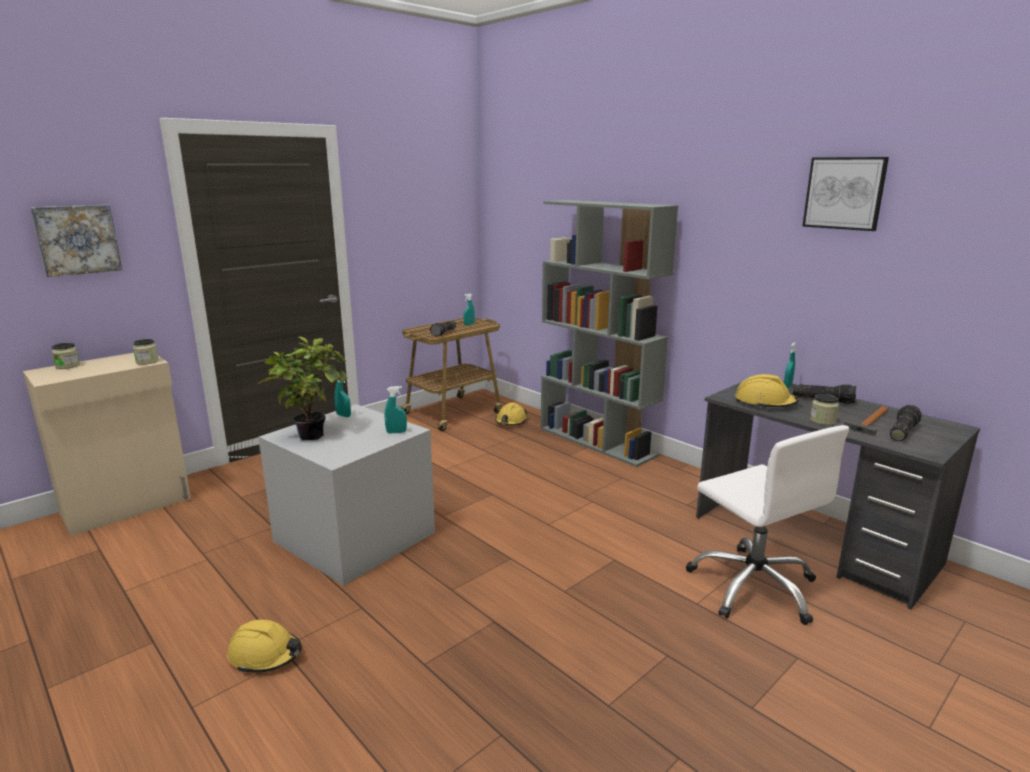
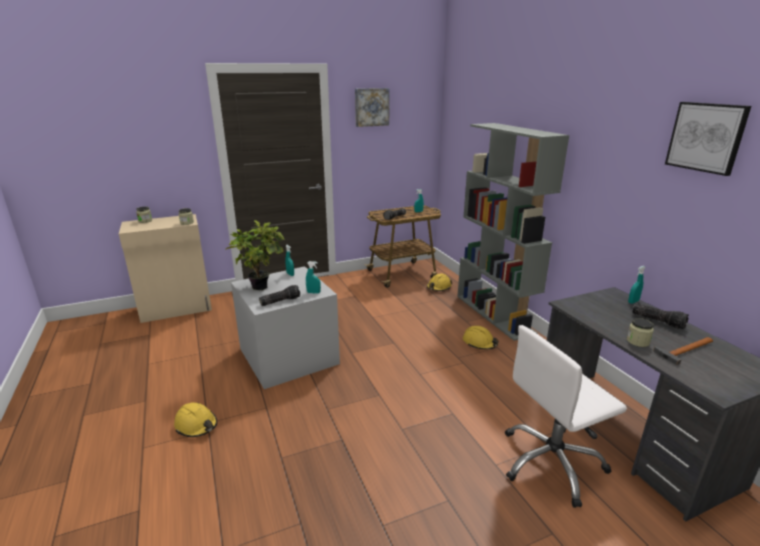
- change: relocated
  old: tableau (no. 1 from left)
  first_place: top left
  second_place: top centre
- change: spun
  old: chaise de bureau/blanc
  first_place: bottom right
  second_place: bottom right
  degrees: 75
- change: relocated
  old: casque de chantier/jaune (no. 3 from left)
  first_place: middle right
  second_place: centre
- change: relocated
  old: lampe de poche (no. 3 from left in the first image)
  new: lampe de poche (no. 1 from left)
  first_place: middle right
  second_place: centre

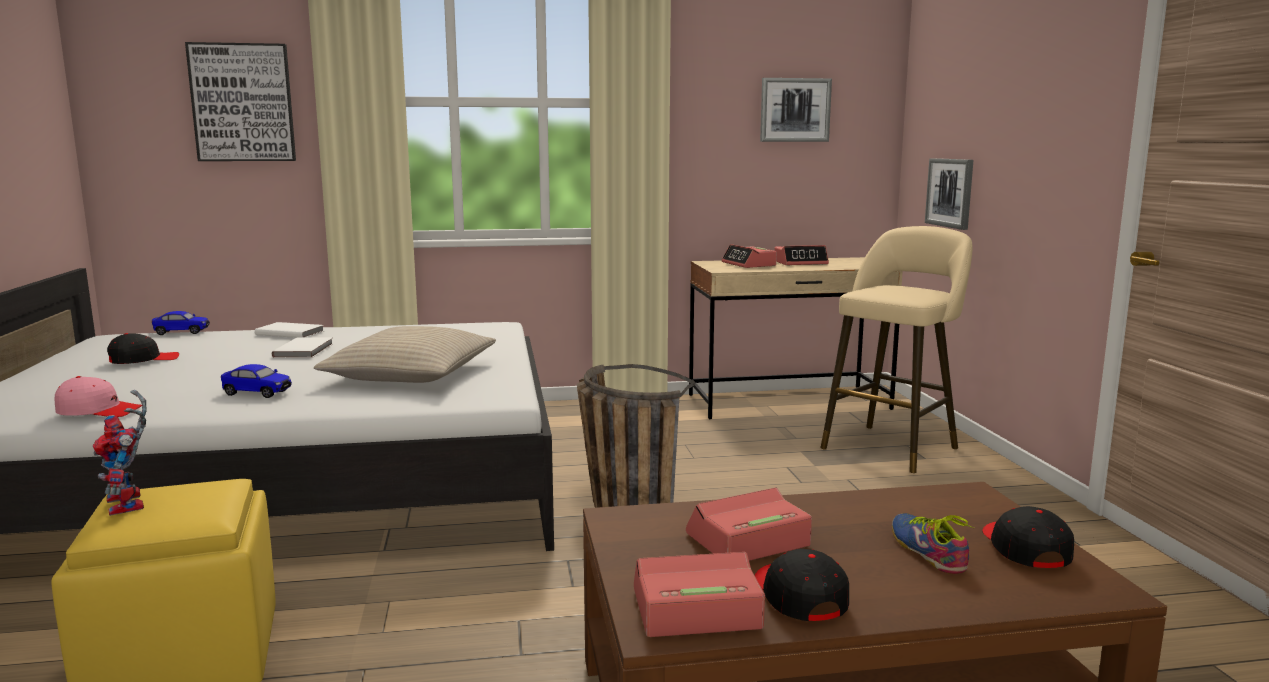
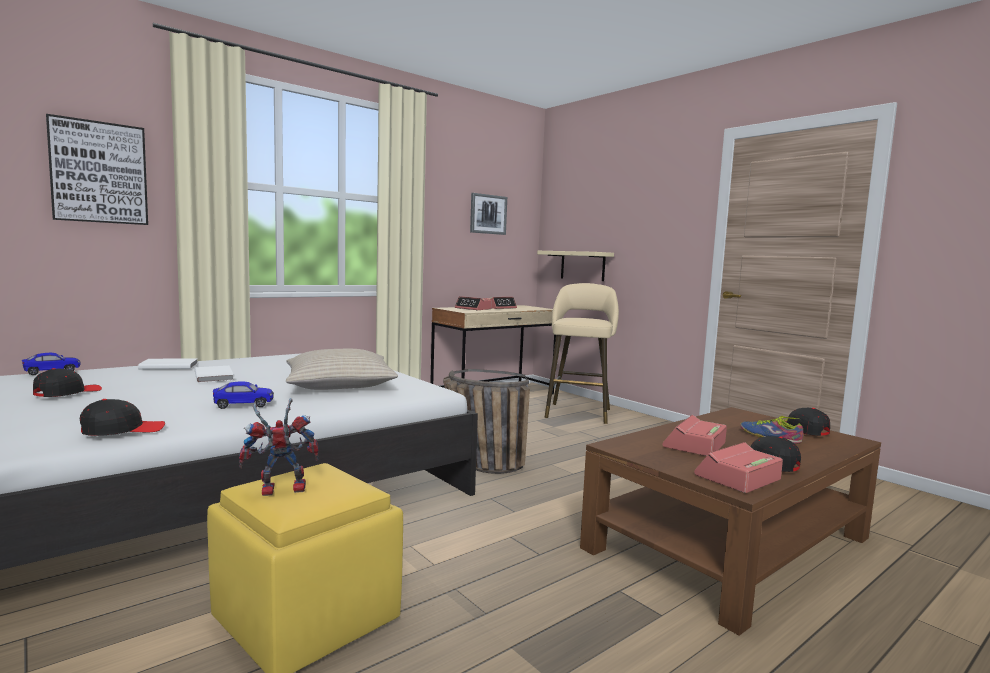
- change: colour
  old: casquette/rose
  new: casquette/noir (no. 2 from left)
  first_place: middle left
  second_place: middle left
- change: spun
  old: robot jouet
  first_place: middle left
  second_place: middle left
  degrees: 135
- change: exchanged
  old: tableau (no. 3 from left)
  new: étagère/beige
  first_place: top right
  second_place: centre

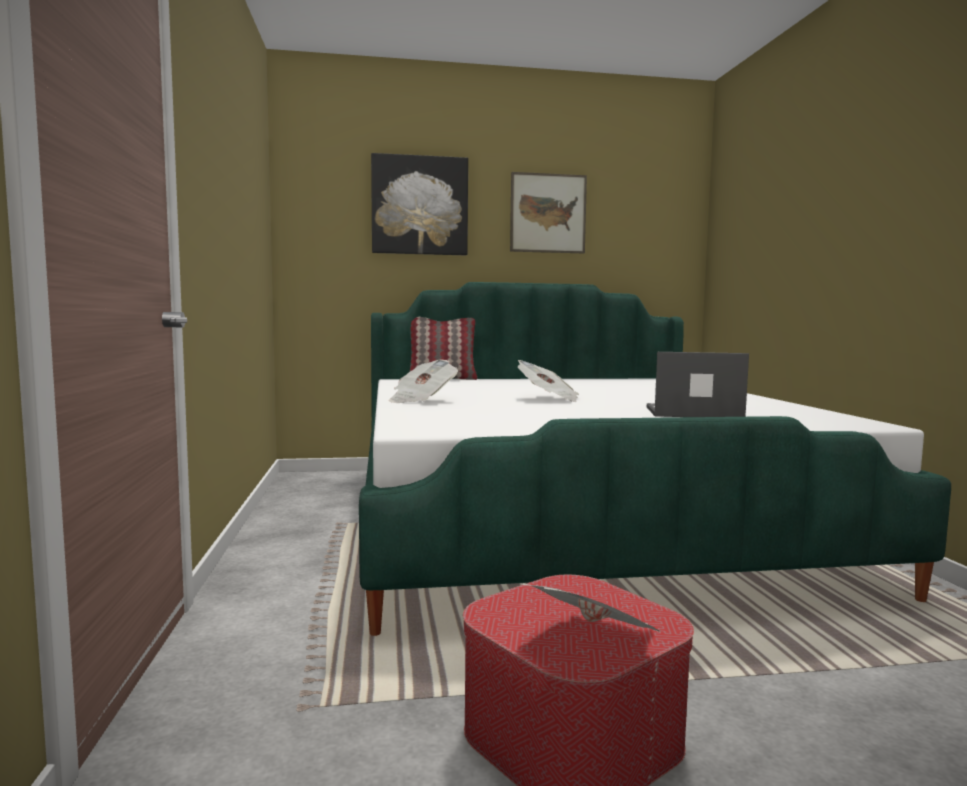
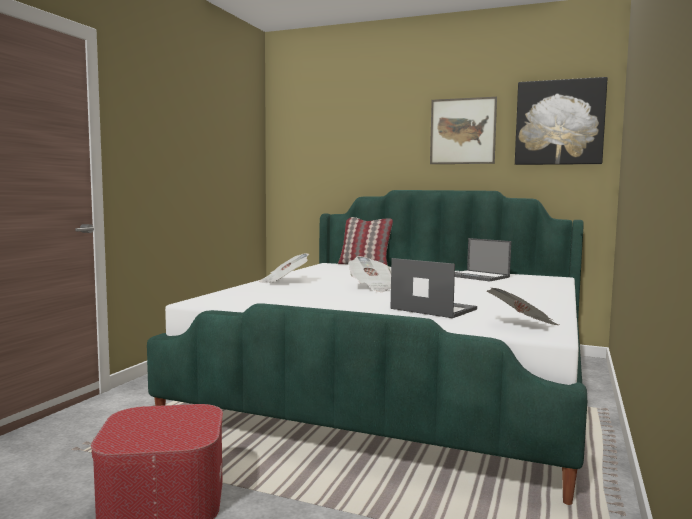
- change: relocated
  old: tableau (no. 1 from left in the first image)
  new: tableau (no. 2 from left)
  first_place: top centre
  second_place: top right
- change: relocated
  old: journal (no. 3 from left)
  first_place: bottom centre
  second_place: middle right
- change: appeared
  new: ordinateur portable (no. 2 from left)
  second_place: middle right

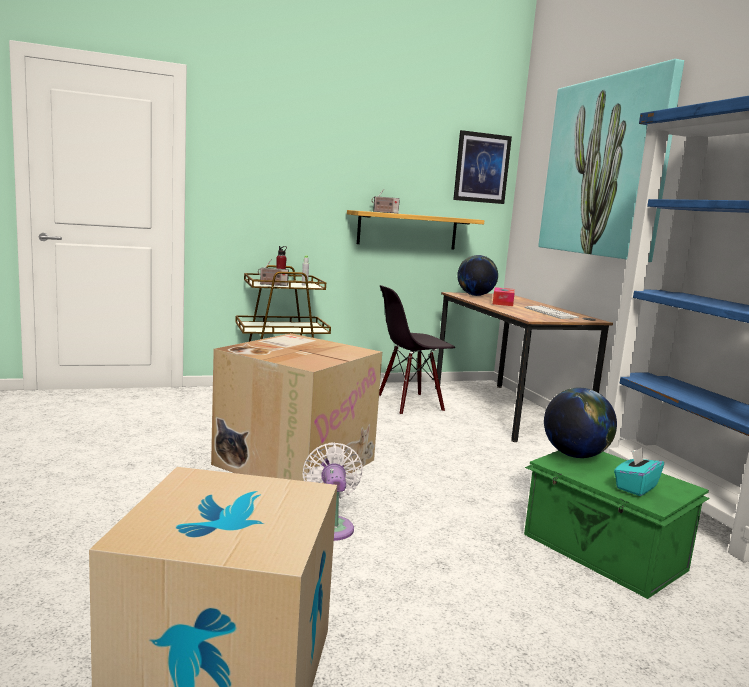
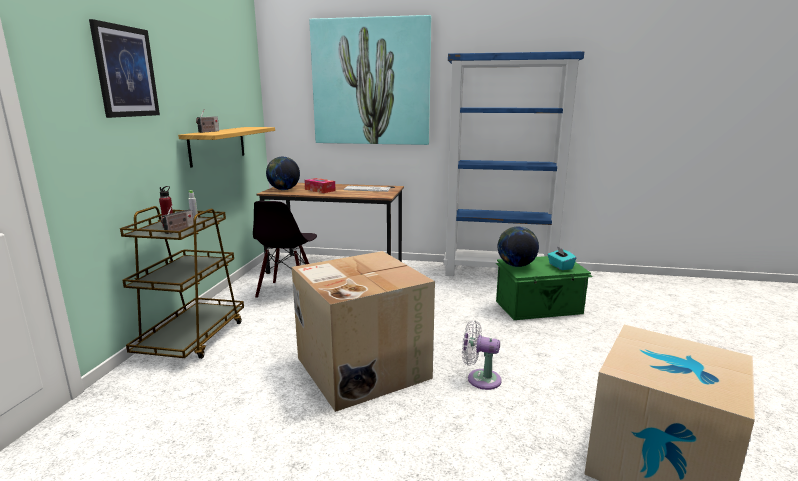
- change: relocated
  old: tableau (no. 1 from left)
  first_place: top centre
  second_place: top left

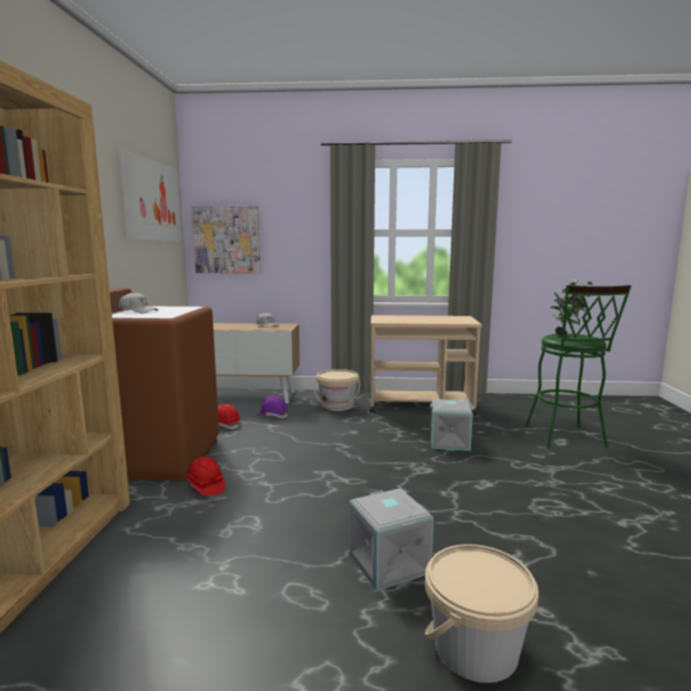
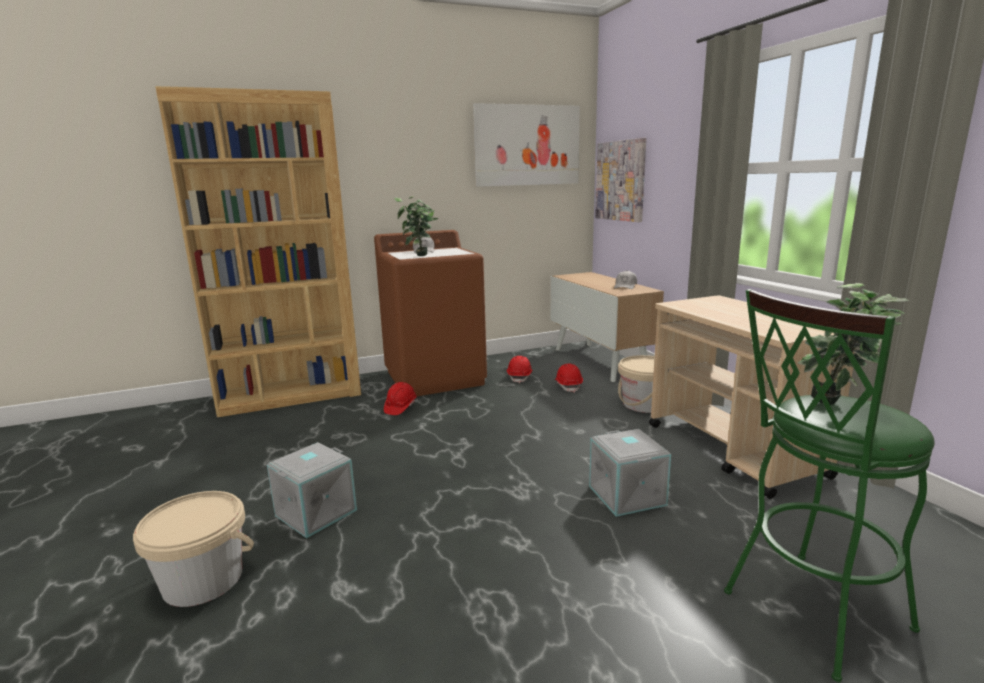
- change: colour
  old: casque de chantier/violet
  new: casque de chantier/rouge (no. 3 from left)
  first_place: centre
  second_place: centre
- change: appeared
  new: plante en pot (no. 1 from left)
  second_place: top centre

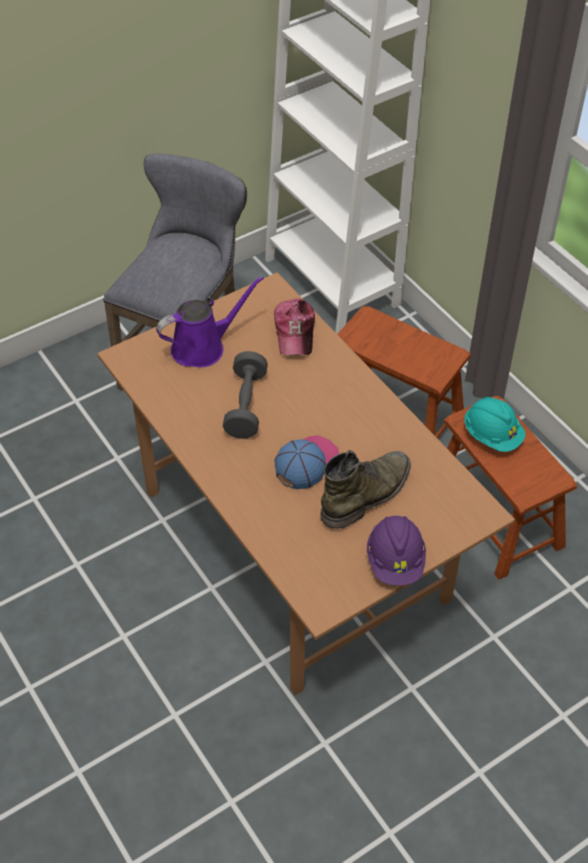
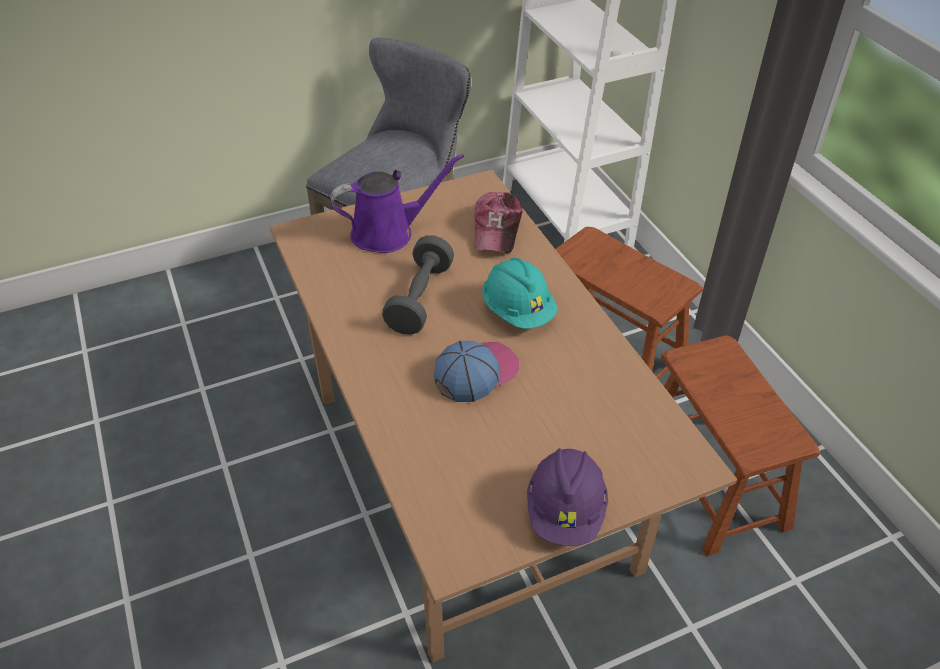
- change: missing
  old: botte/vert
  first_place: centre
- change: relocated
  old: casque de chantier/turquoise
  first_place: middle right
  second_place: centre

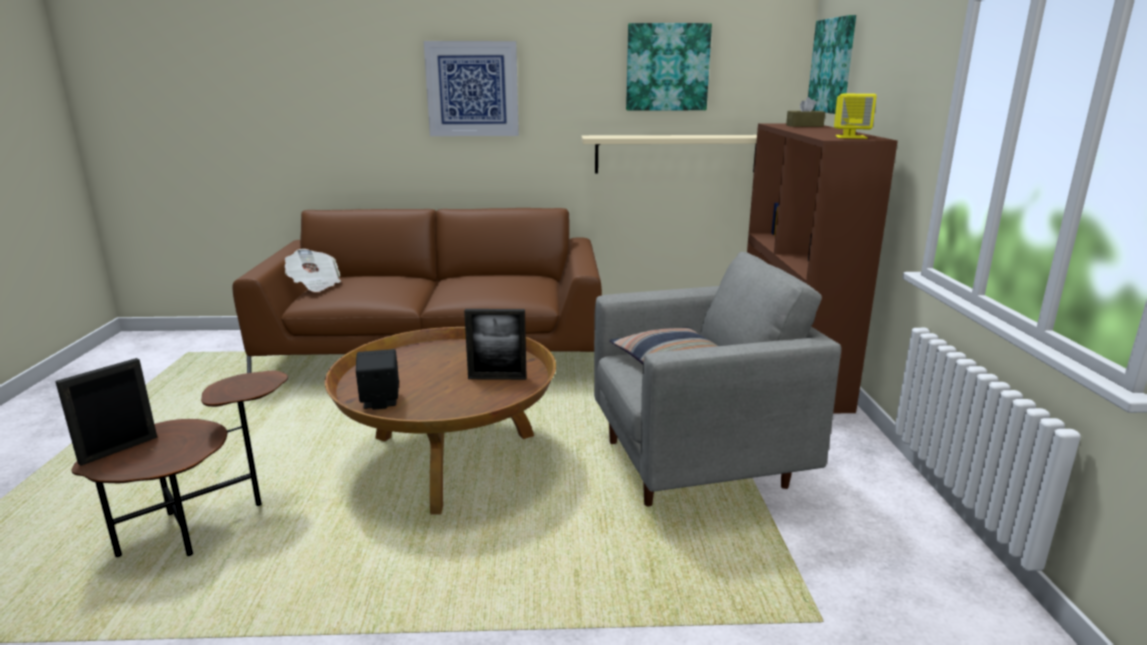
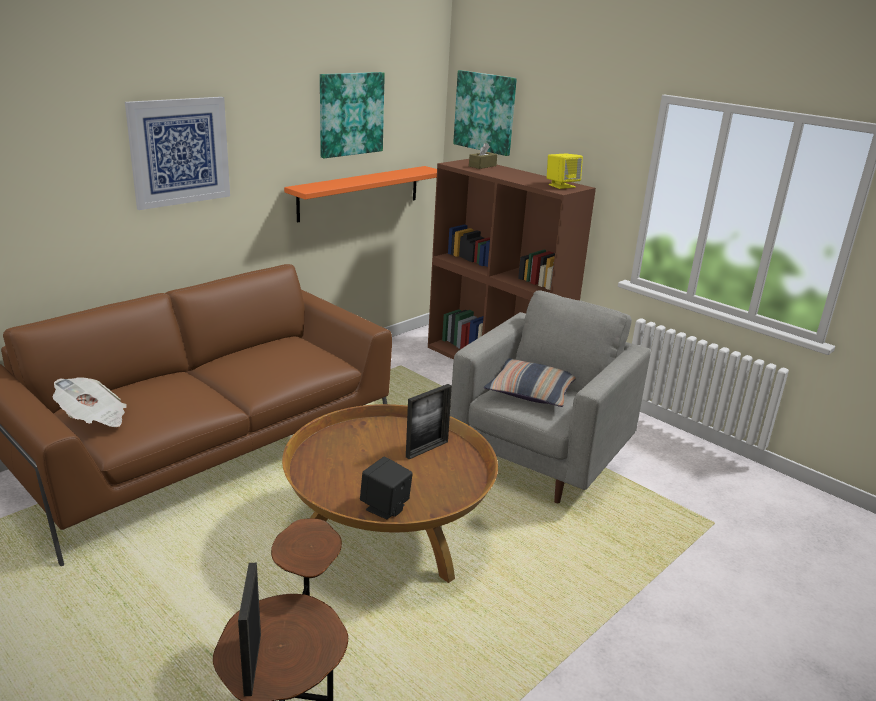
- change: colour
  old: étagère/beige
  new: étagère/orange
  first_place: top centre
  second_place: top centre

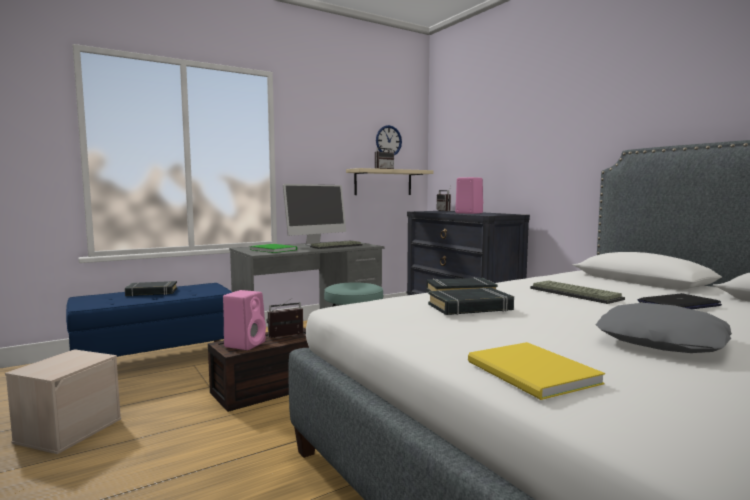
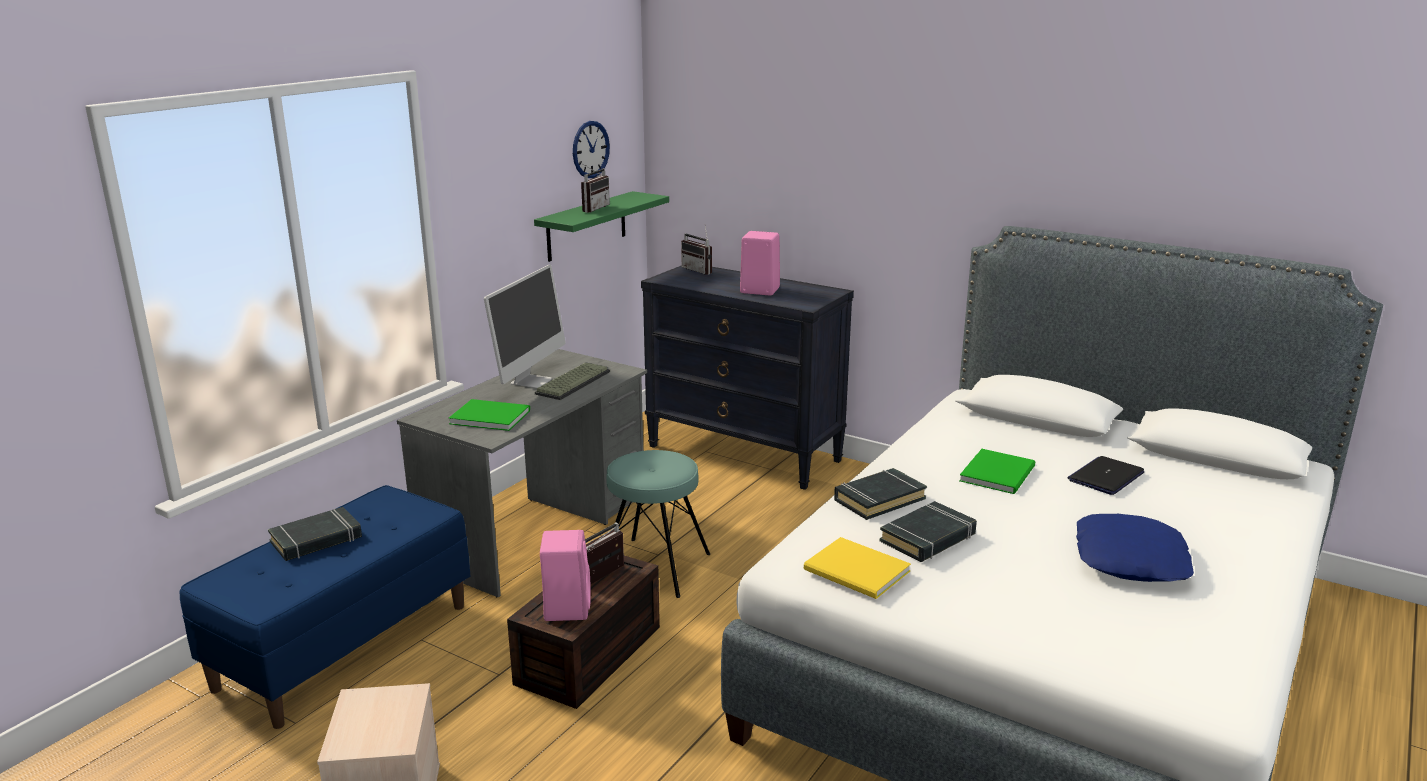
- change: colour
  old: étagère/beige
  new: étagère/vert
  first_place: centre
  second_place: top centre
- change: relocated
  old: livre/jaune
  first_place: bottom right
  second_place: bottom centre
- change: exchanged
  old: clavier (no. 2 from left)
  new: livre/vert (no. 2 from left)
  first_place: middle right
  second_place: middle right
- change: colour
  old: coussin/gris
  new: coussin/bleu
  first_place: middle right
  second_place: bottom right

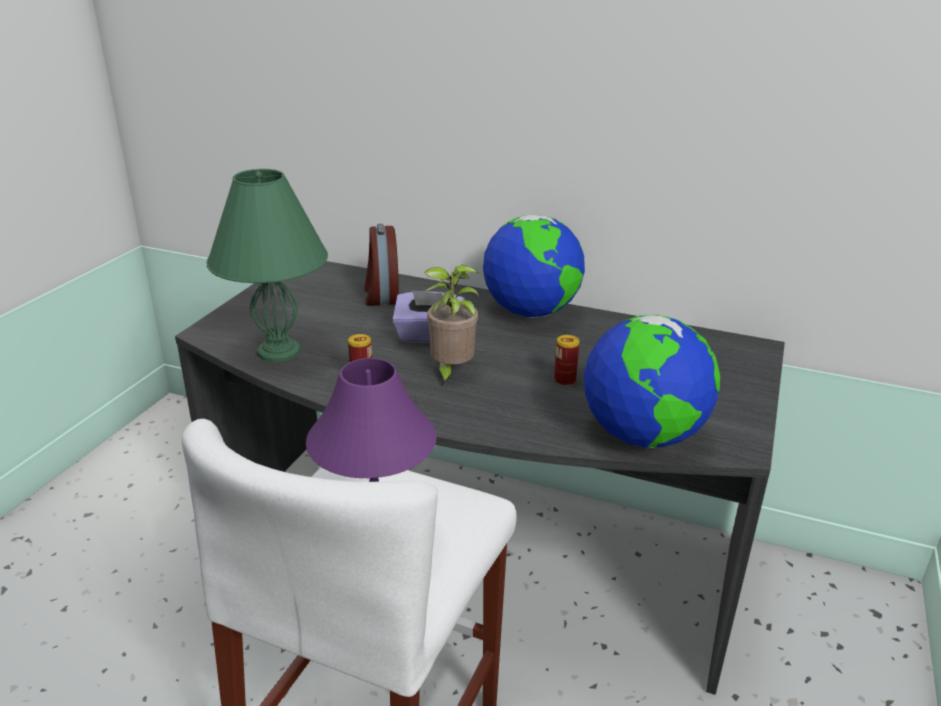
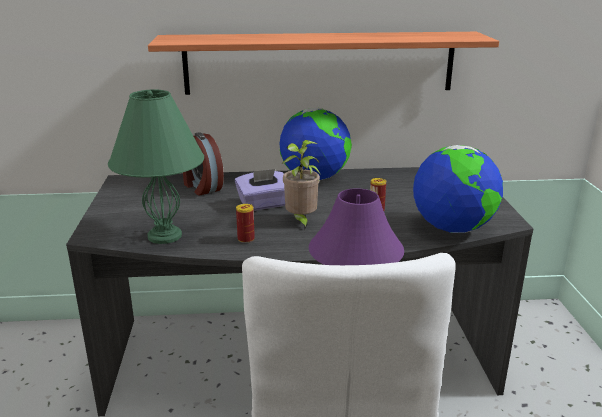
- change: appeared
  new: étagère
  second_place: top centre

